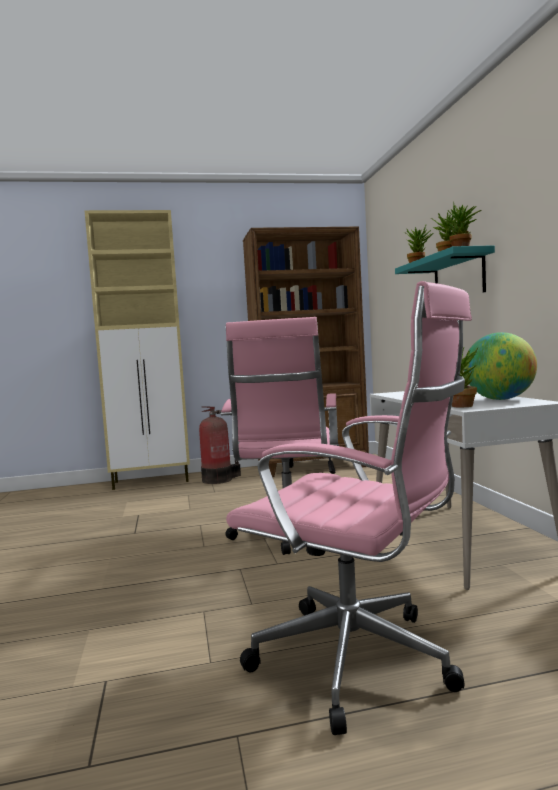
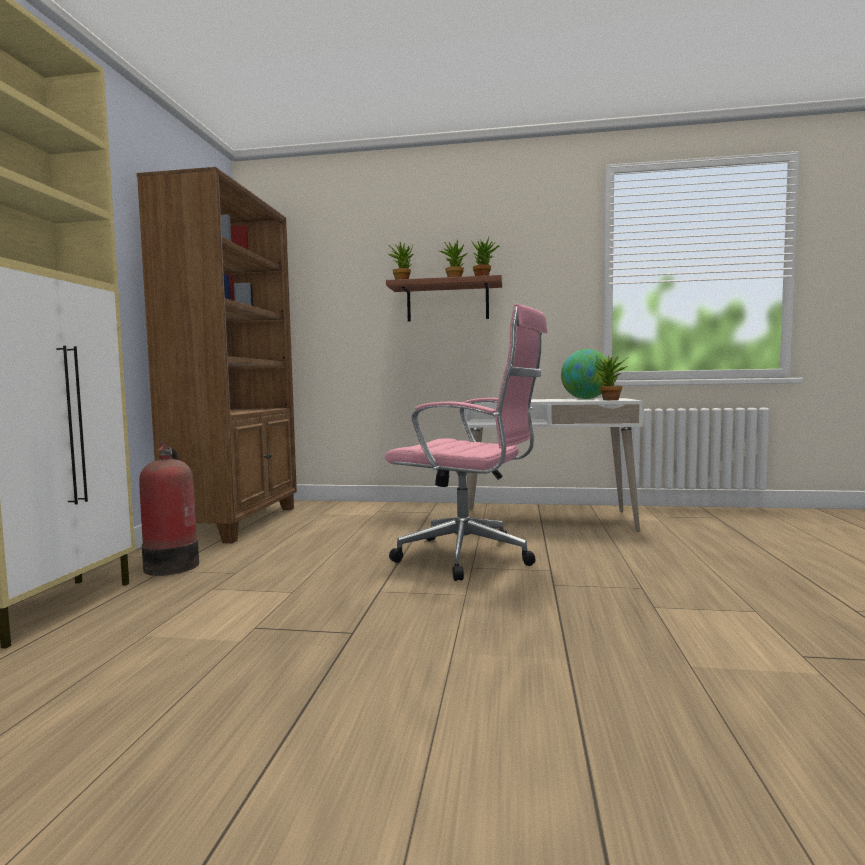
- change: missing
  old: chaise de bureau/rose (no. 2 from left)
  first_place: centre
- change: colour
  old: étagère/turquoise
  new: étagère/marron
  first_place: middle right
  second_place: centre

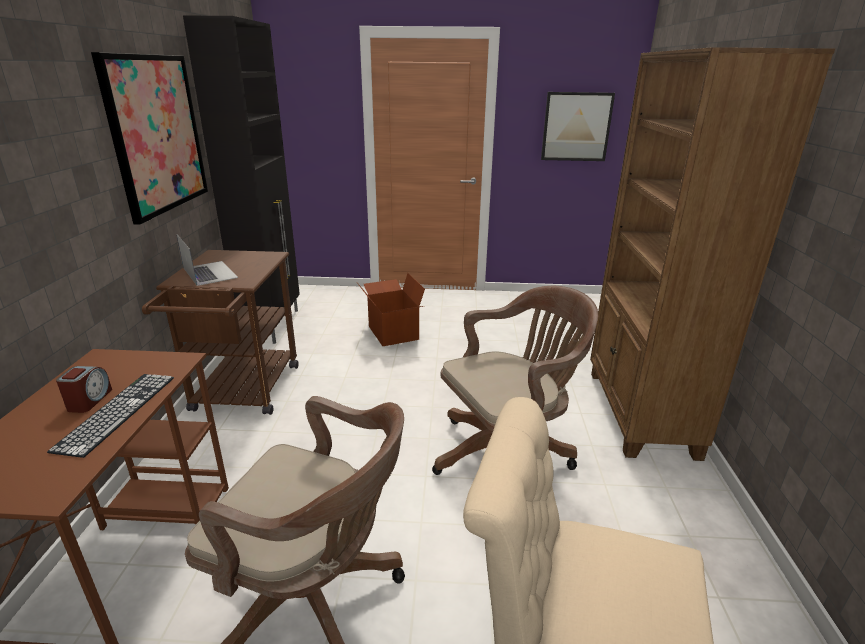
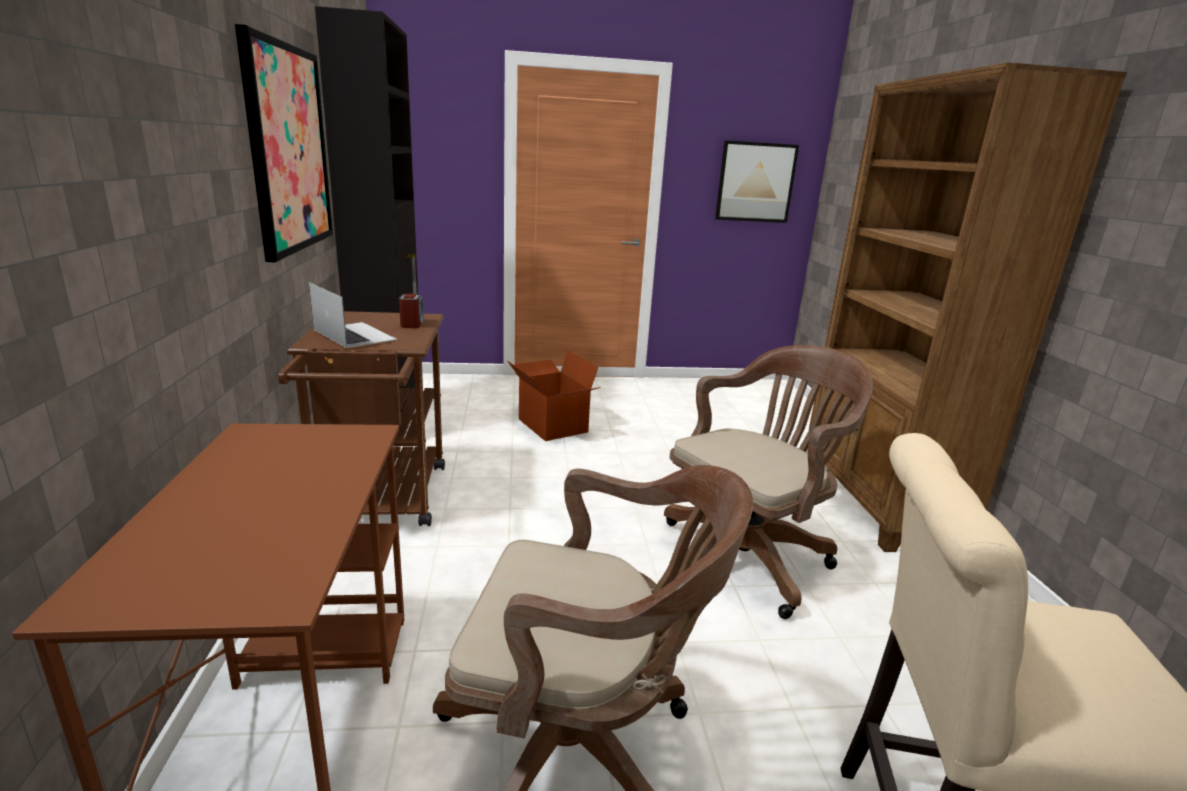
- change: missing
  old: clavier
  first_place: middle left
- change: relocated
  old: réveil
  first_place: middle left
  second_place: centre

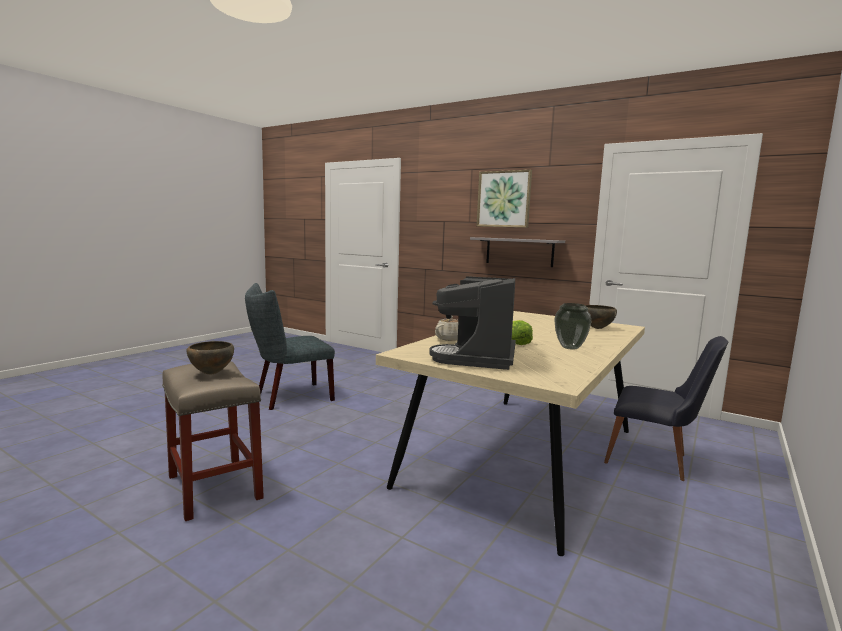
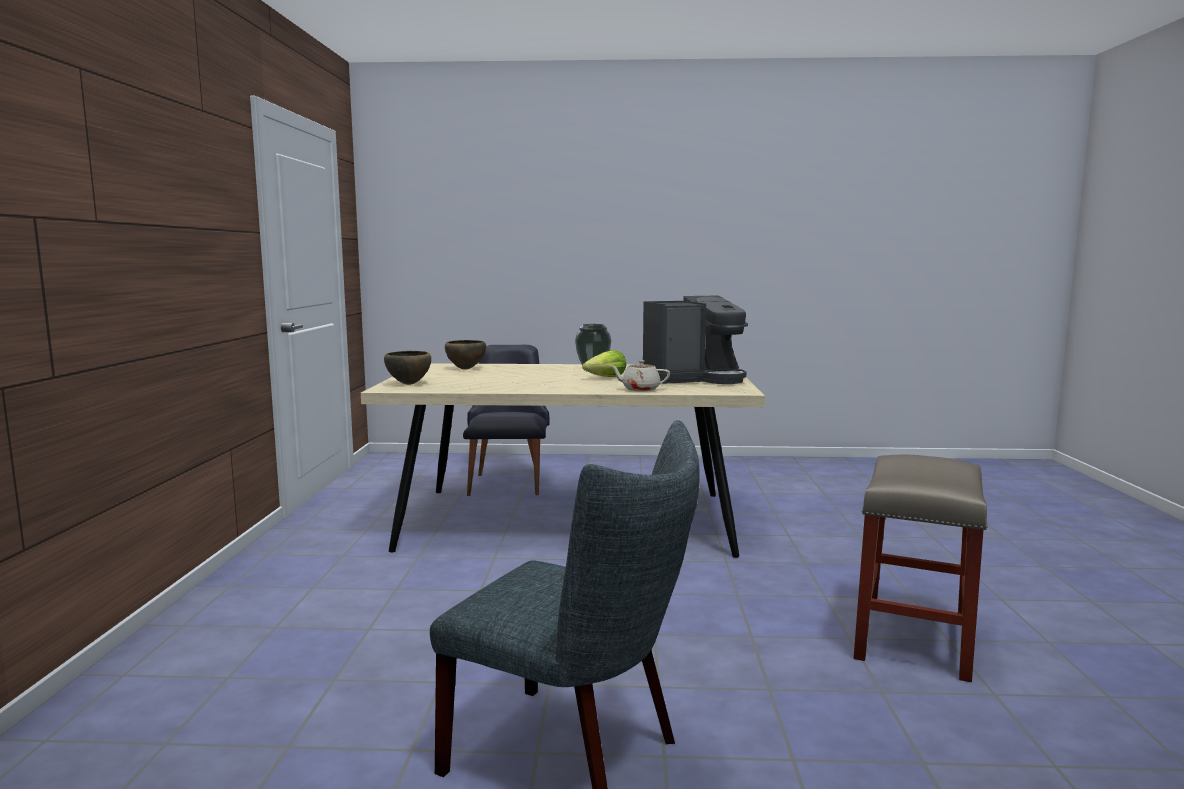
- change: relocated
  old: bol/marron (no. 1 from left)
  first_place: middle left
  second_place: centre
- change: missing
  old: étagère/gris
  first_place: centre
- change: missing
  old: tableau
  first_place: top centre

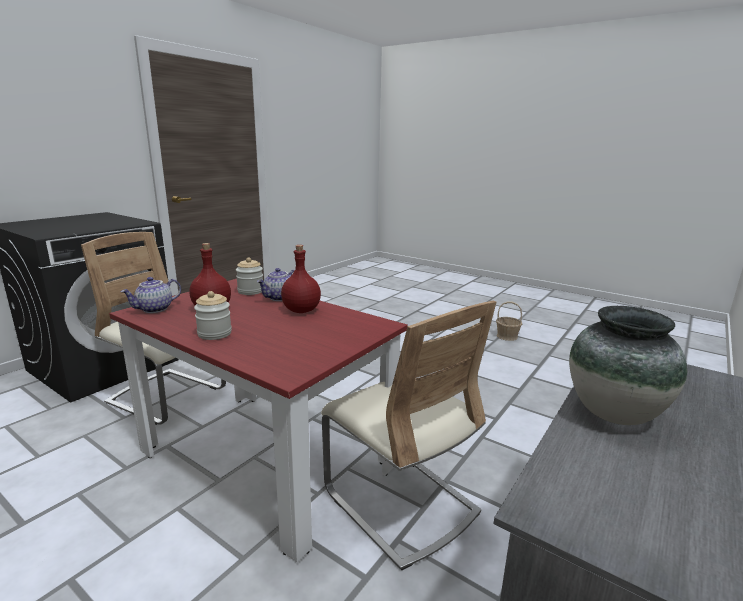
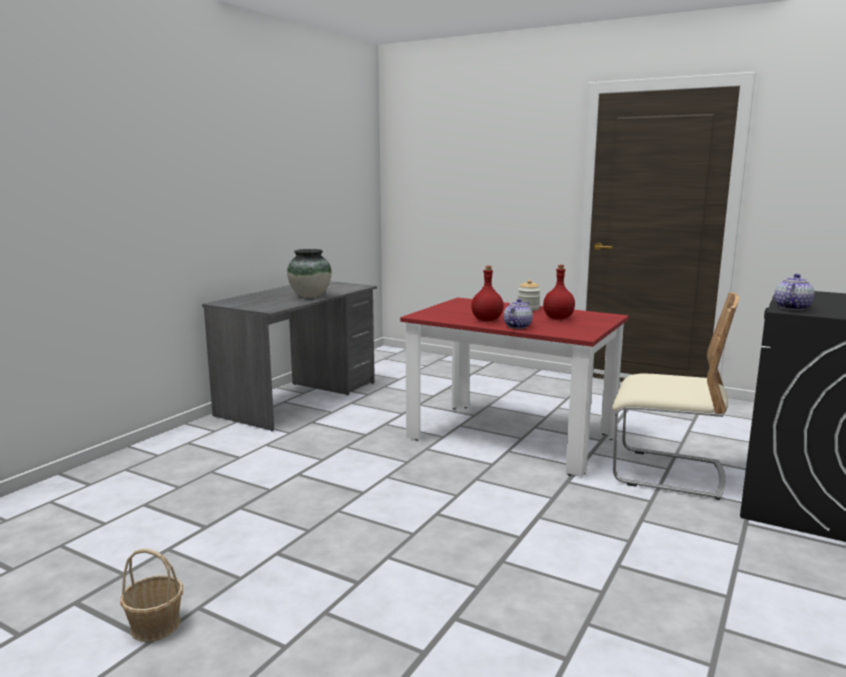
- change: relocated
  old: théière (no. 1 from left in the first image)
  new: théière (no. 2 from left)
  first_place: middle left
  second_place: middle right
- change: missing
  old: bocal (no. 2 from left)
  first_place: centre
- change: missing
  old: chaise/beige (no. 2 from left)
  first_place: bottom centre

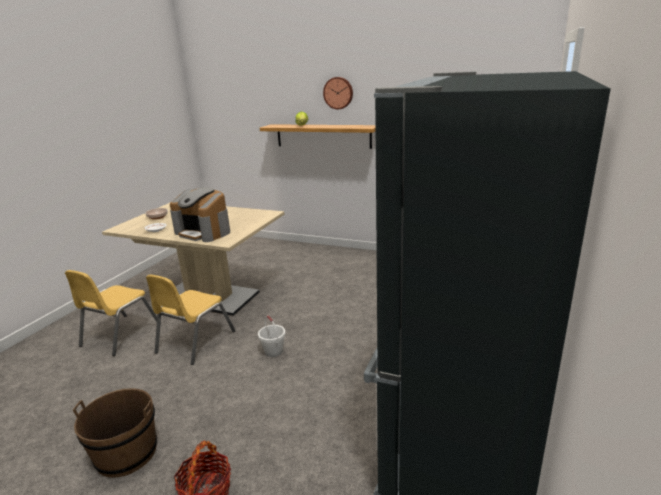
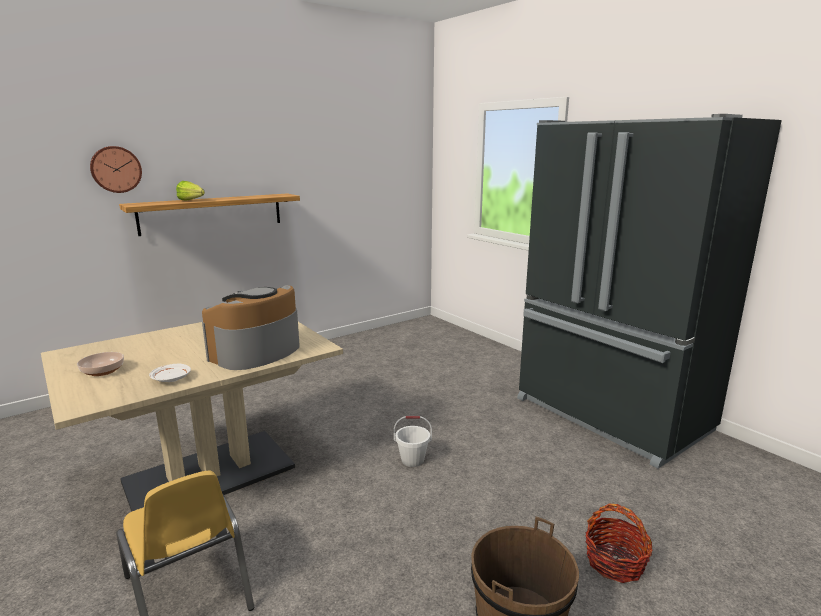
- change: missing
  old: chaise/jaune (no. 2 from left)
  first_place: middle left
- change: spun
  old: machine à café
  first_place: middle left
  second_place: middle left
  degrees: 150
- change: relocated
  old: horloge murale
  first_place: top centre
  second_place: top left

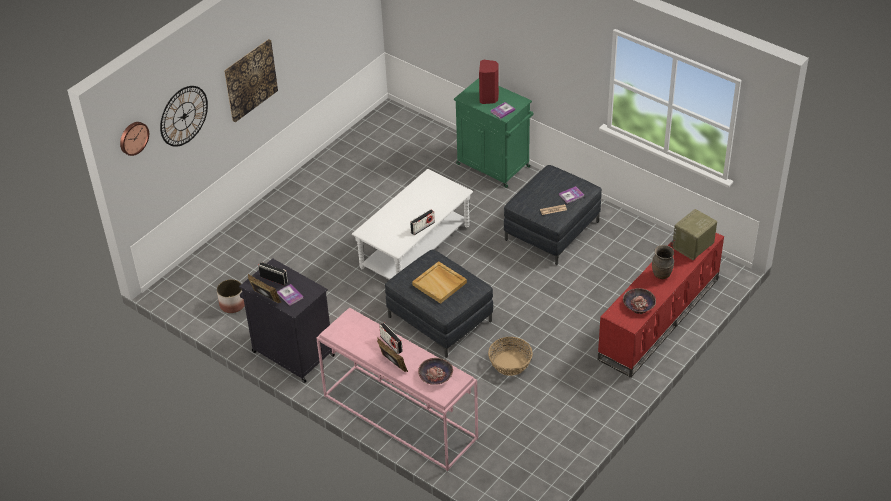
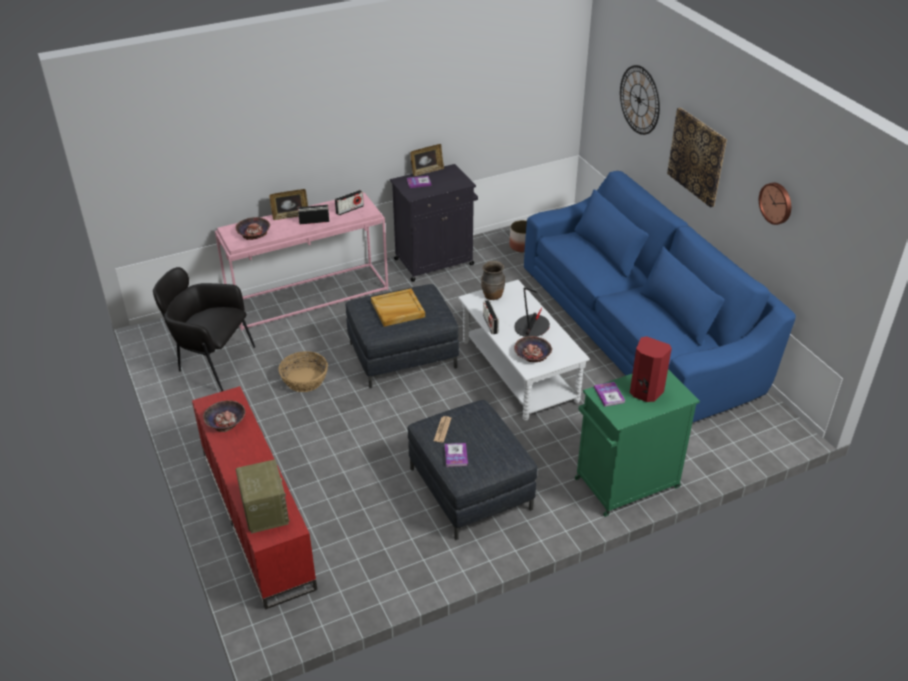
- change: relocated
  old: horloge murale (no. 1 from left in the first image)
  new: horloge murale (no. 2 from left)
  first_place: top left
  second_place: top right
- change: relocated
  old: radio (no. 1 from left in the first image)
  new: radio (no. 3 from left)
  first_place: middle left
  second_place: top centre
- change: relocated
  old: vase/marron
  first_place: middle right
  second_place: centre
- change: appeared
  new: fauteuil/noir
  second_place: middle left
- change: appeared
  new: lampe de table
  second_place: centre
- change: appeared
  new: bol (no. 3 from left)
  second_place: centre
- change: appeared
  new: canapé/bleu
  second_place: middle right

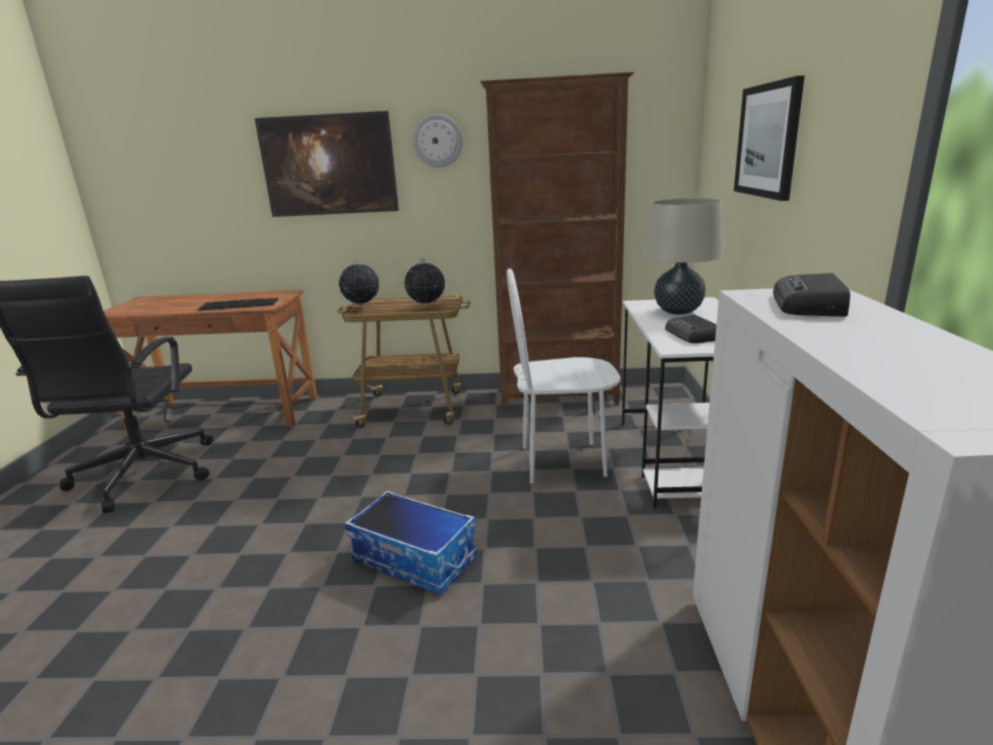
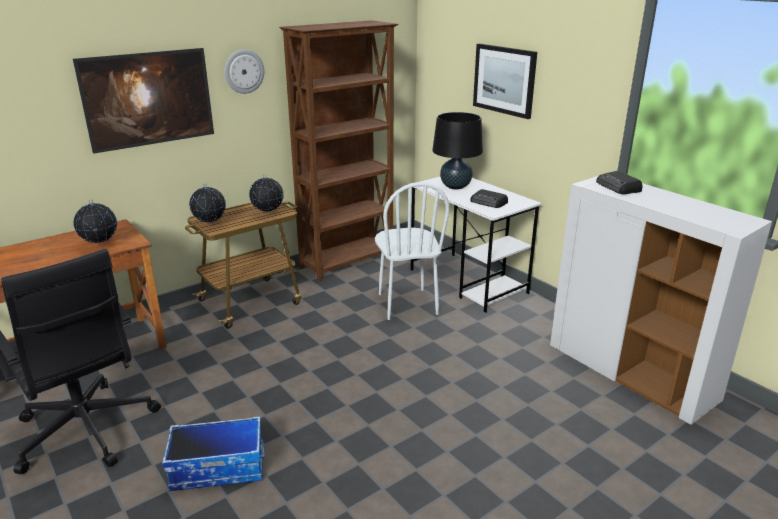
- change: exchanged
  old: clavier
  new: globe (no. 1 from left)
  first_place: middle left
  second_place: middle left
- change: relocated
  old: boîte de rangement
  first_place: bottom centre
  second_place: bottom left
- change: spun
  old: chaise/blanc
  first_place: centre
  second_place: centre
  degrees: -60
- change: colour
  old: lampe de table/beige
  new: lampe de table/noir
  first_place: middle right
  second_place: top centre

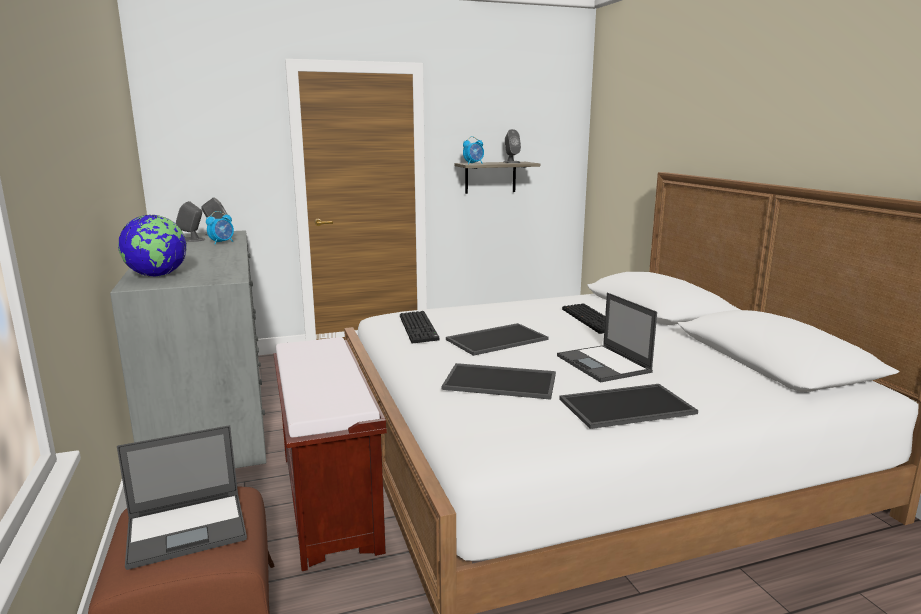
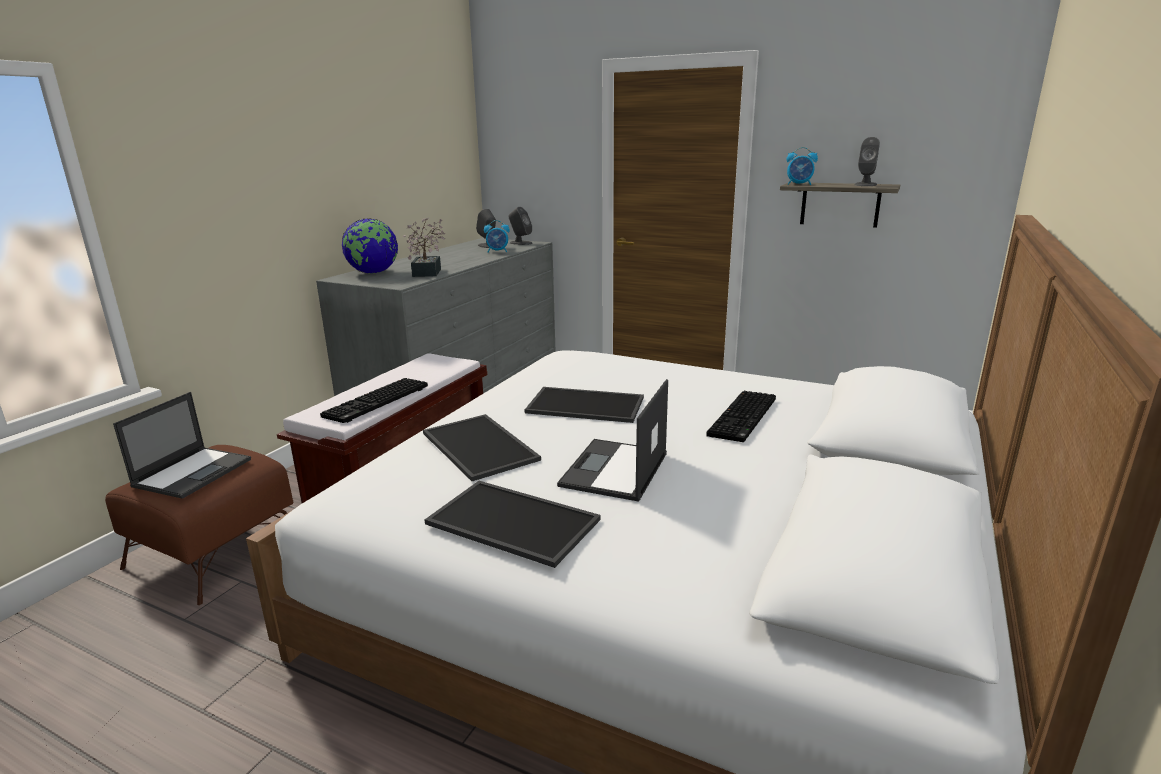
- change: spun
  old: ordinateur portable (no. 1 from left)
  first_place: bottom left
  second_place: middle left
  degrees: -90
- change: relocated
  old: clavier (no. 1 from left)
  first_place: centre
  second_place: middle left
- change: appeared
  new: plante en pot
  second_place: top centre

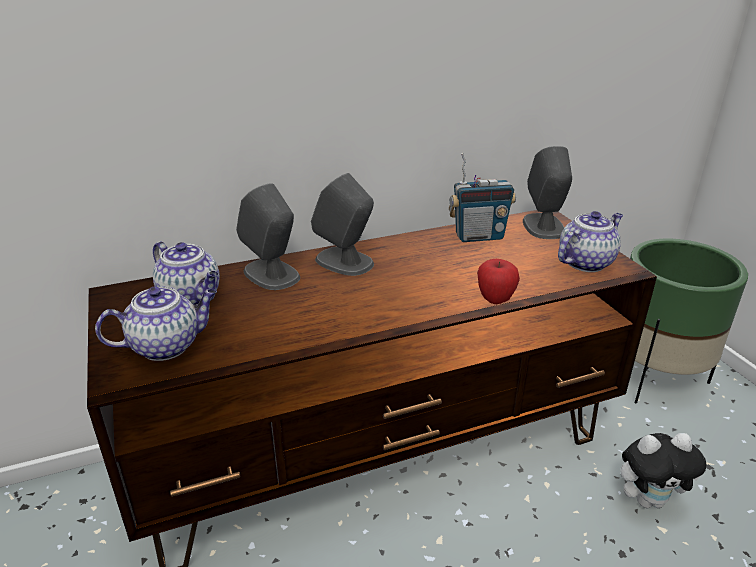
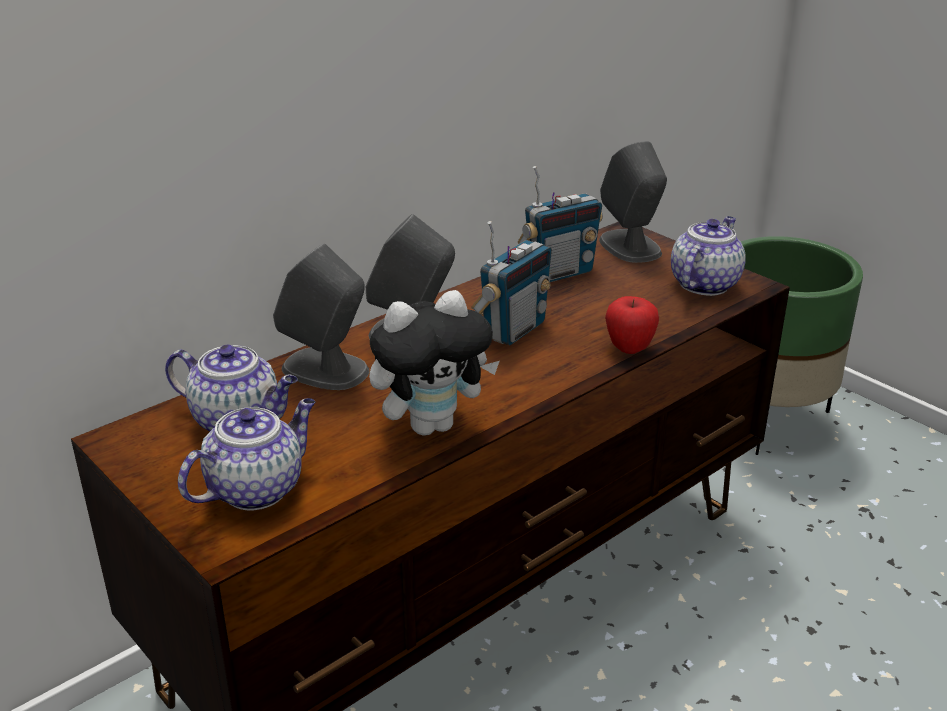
- change: relocated
  old: peluche
  first_place: bottom right
  second_place: centre
- change: appeared
  new: radio (no. 1 from left)
  second_place: centre

